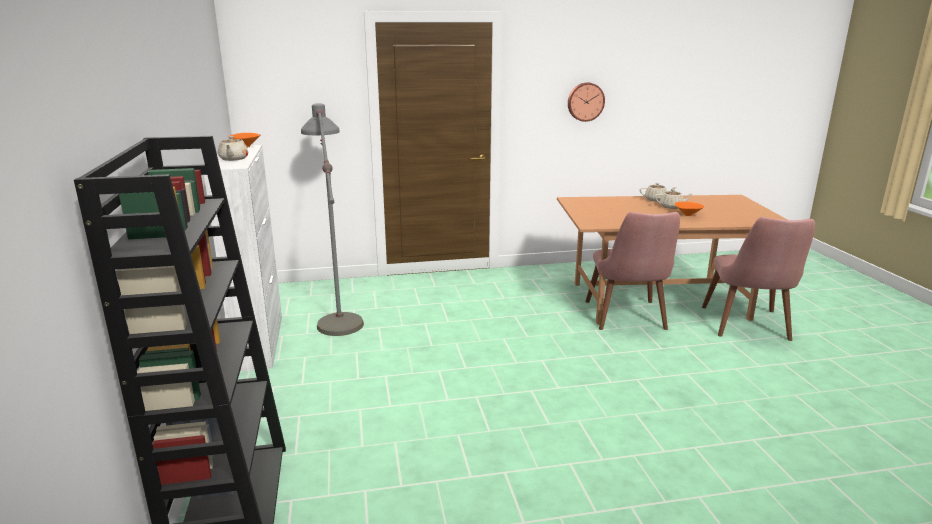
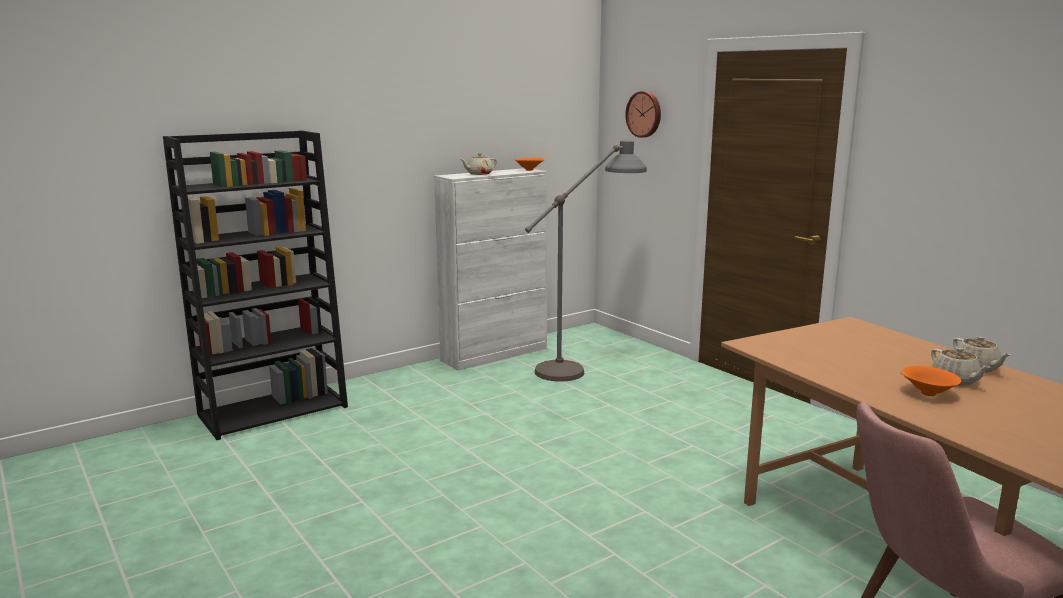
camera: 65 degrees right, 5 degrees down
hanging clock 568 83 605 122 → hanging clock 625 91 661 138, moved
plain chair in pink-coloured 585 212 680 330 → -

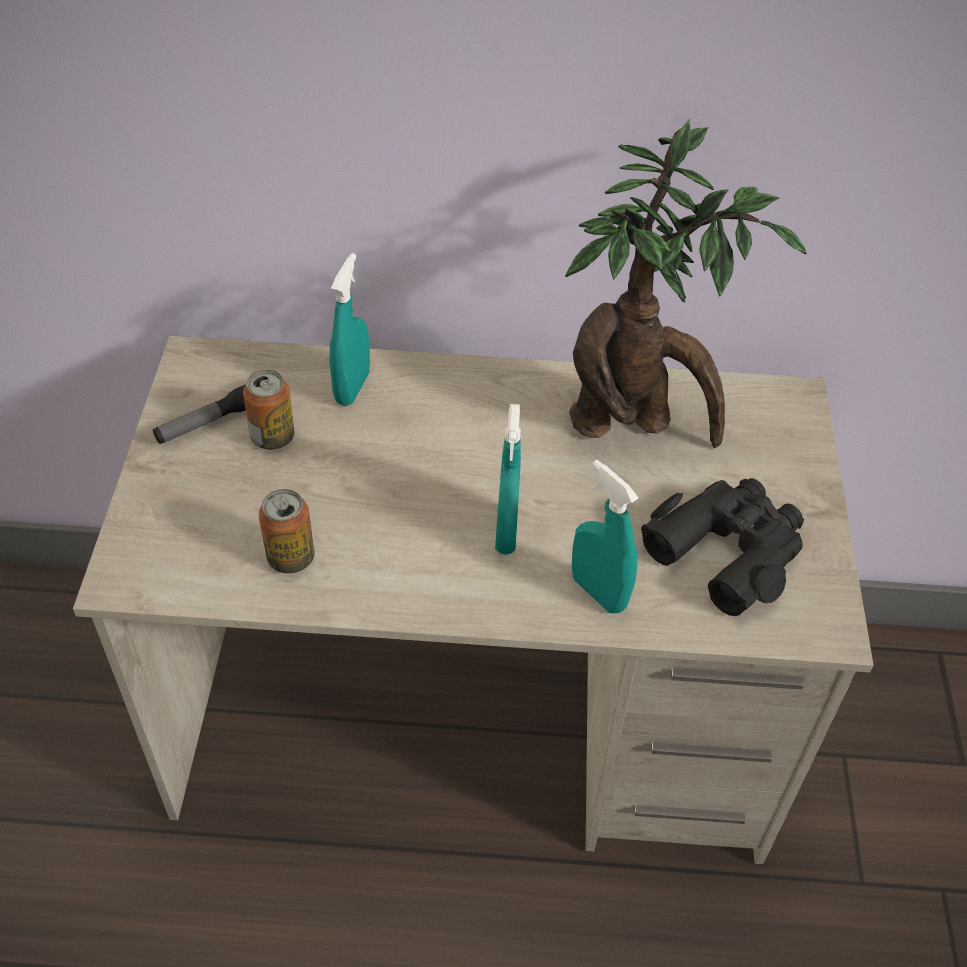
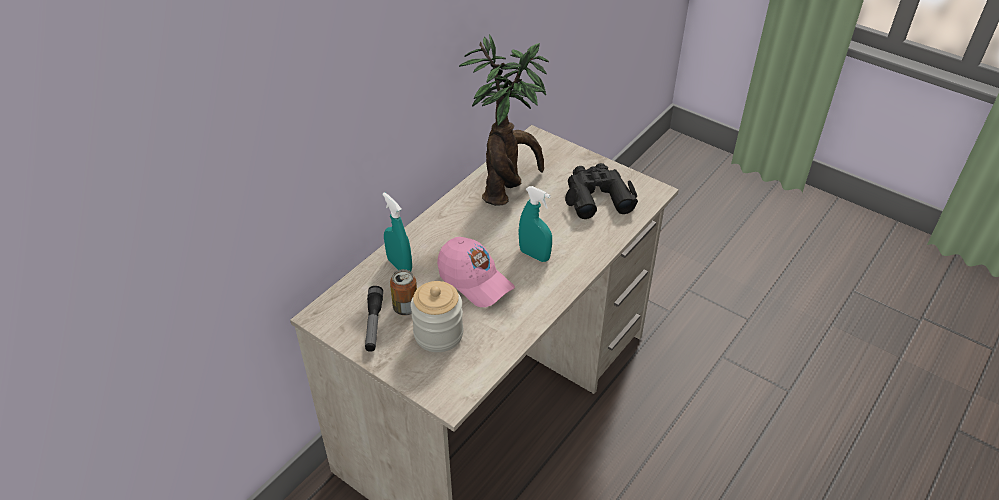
camera: 55 degrees left, 5 degrees down
metal can 259 489 315 573 → -
hand sprayer in turquoise 572 460 638 613 → -
- → jar 411 281 463 352
- → peaked cap in pink-coloured 437 237 515 307

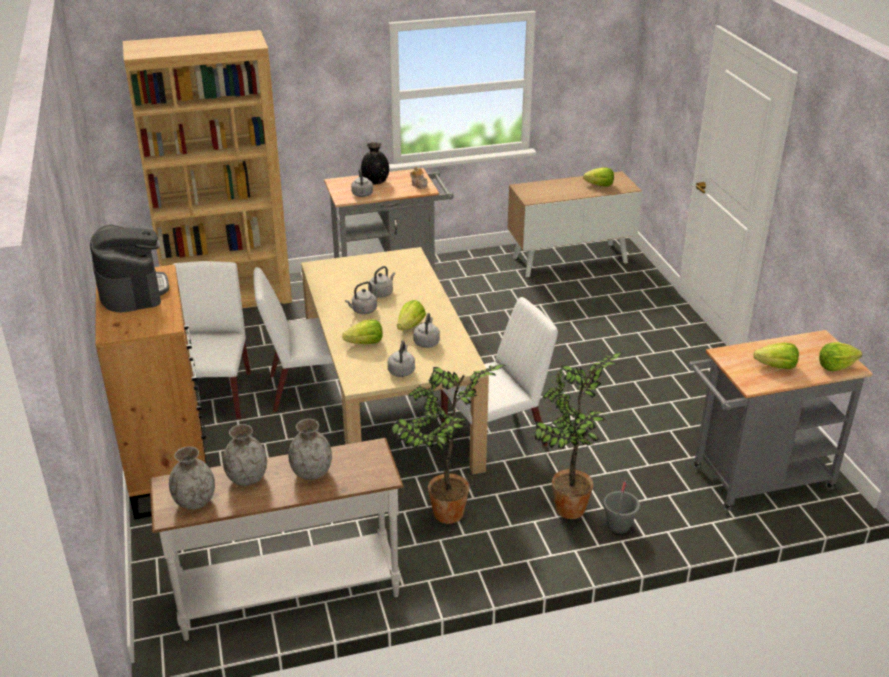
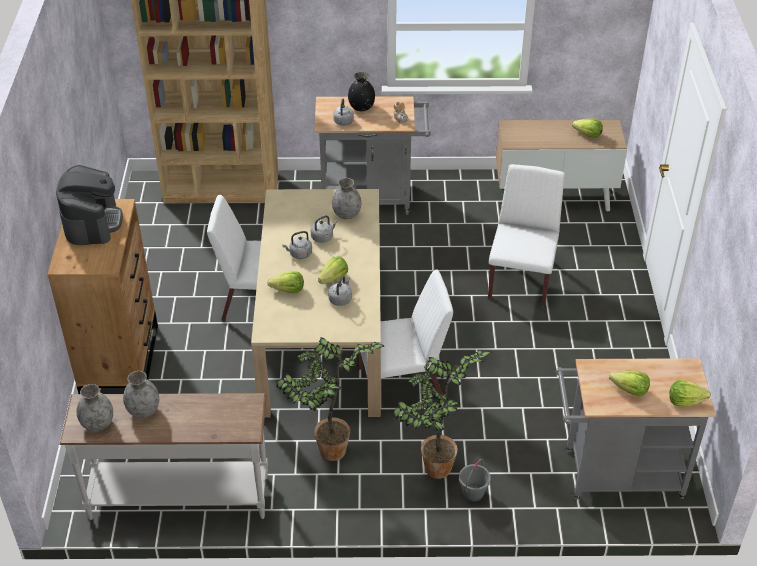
camera: 15 degrees right, 10 degrees up
plain chair in white 173 261 251 420 → plain chair in white 488 164 565 307, moved
vase in greyish 288 419 332 480 → vase in greyish 332 178 361 219, moved
kettle in greyish 388 341 415 377 → -

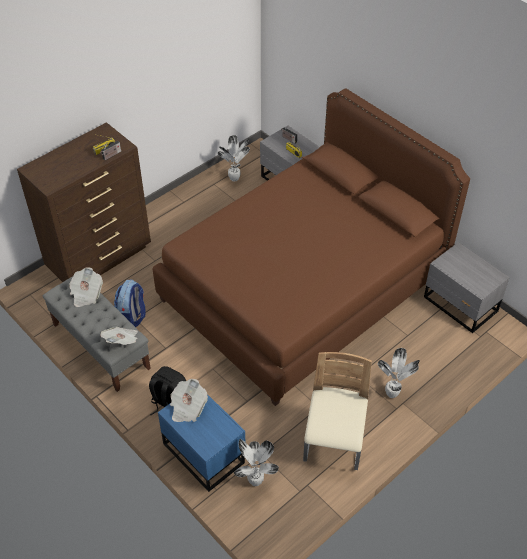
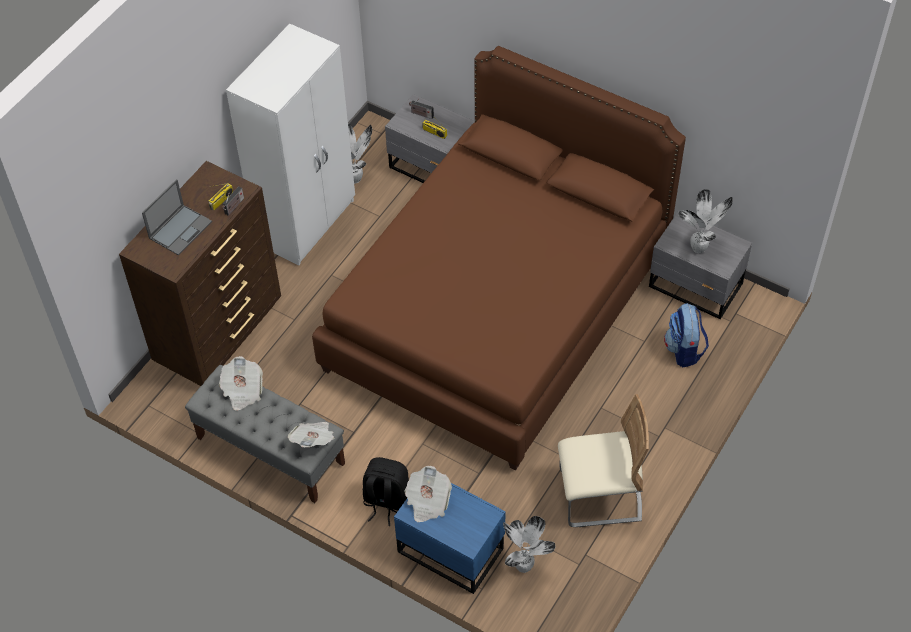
camera: 15 degrees left, 5 degrees up
knapsack 114 280 145 327 → knapsack 664 303 709 367, moved
plain chair in beige-coloured 303 352 372 470 → plain chair in beige-coloured 558 394 649 527, 90 degrees clockwise
potted plant 378 348 419 398 → potted plant 678 189 733 253, moved
- → laptop 142 179 212 255
- → clothes cupboard in white 226 24 355 266

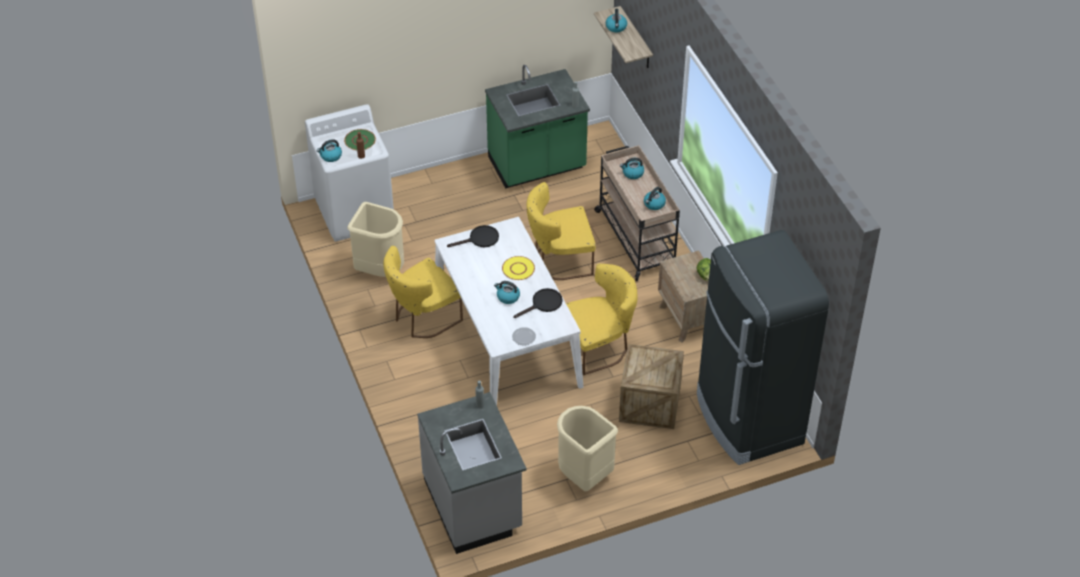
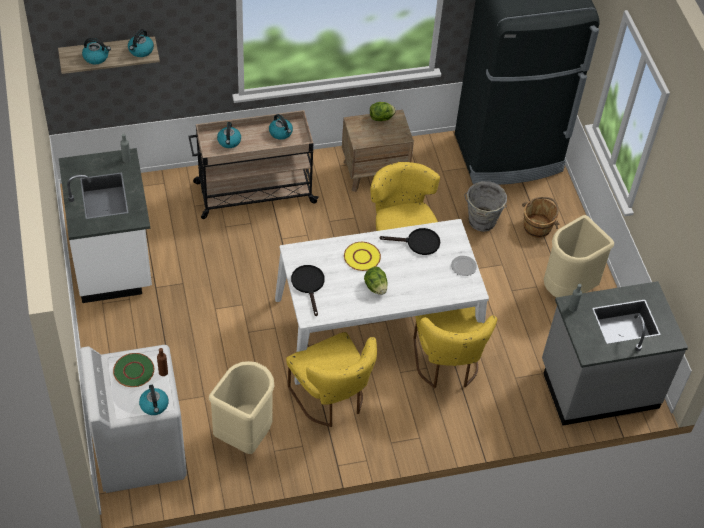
camera: 85 degrees left, 5 degrees up
kitchen counter in green 485 65 590 188 → kitchen counter in white 59 148 152 303
kettle 494 281 520 304 → kettle 128 29 154 57, moved
frying pan in blackish 513 288 562 318 → frying pan in blackish 379 228 440 255, 120 degrees clockwise
plain chair in yellow-coloured 527 182 596 280 → plain chair in yellow-coloured 413 307 497 388, moved
crate 619 344 684 429 → water bucket in greyish 464 181 507 232
- → lettuce head 364 267 388 295
- → water bucket in brown-coloured 522 197 559 238

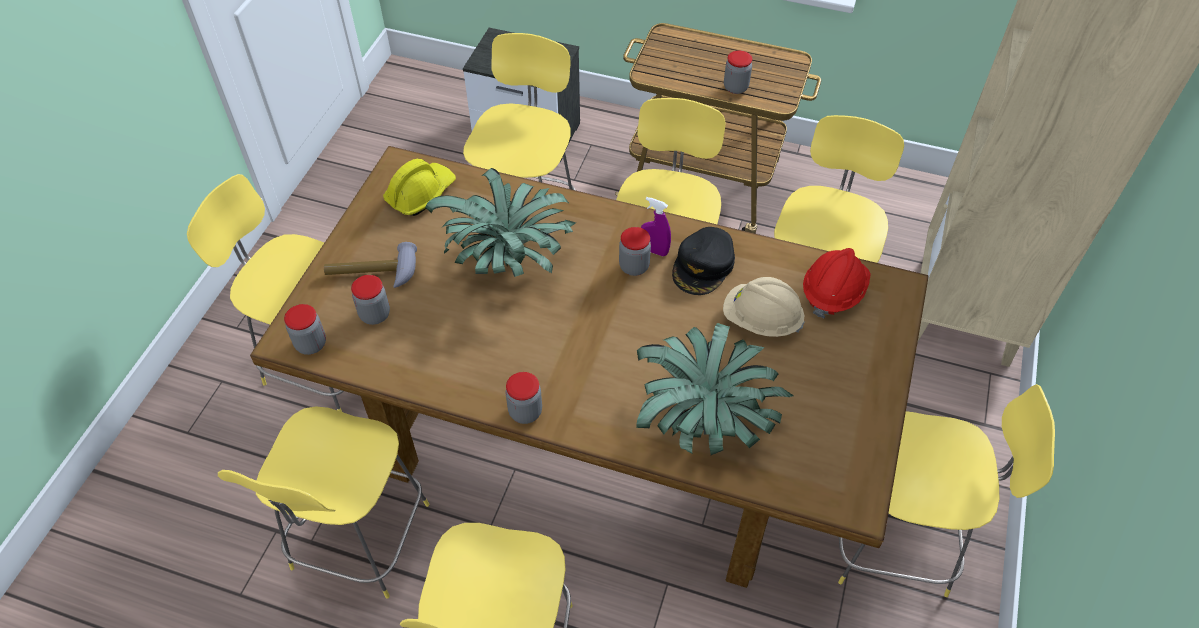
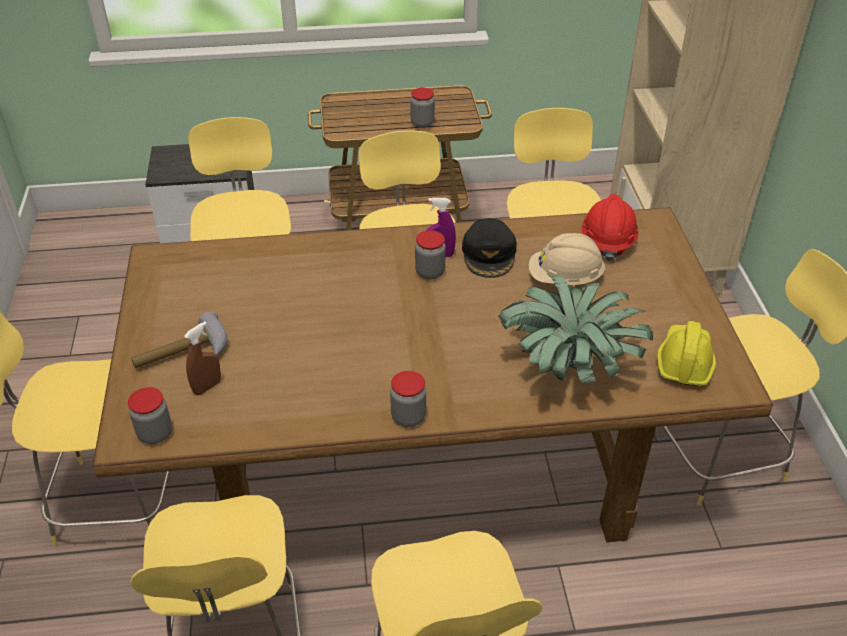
camera: 25 degrees left, 10 degrees down
jar 351 275 390 325 → hand sprayer in brown-coloured 184 321 221 395
safety helmet in yellow-coloured 383 159 456 216 → safety helmet in yellow-coloured 657 321 716 386, moved
potted plant 425 168 576 277 → -

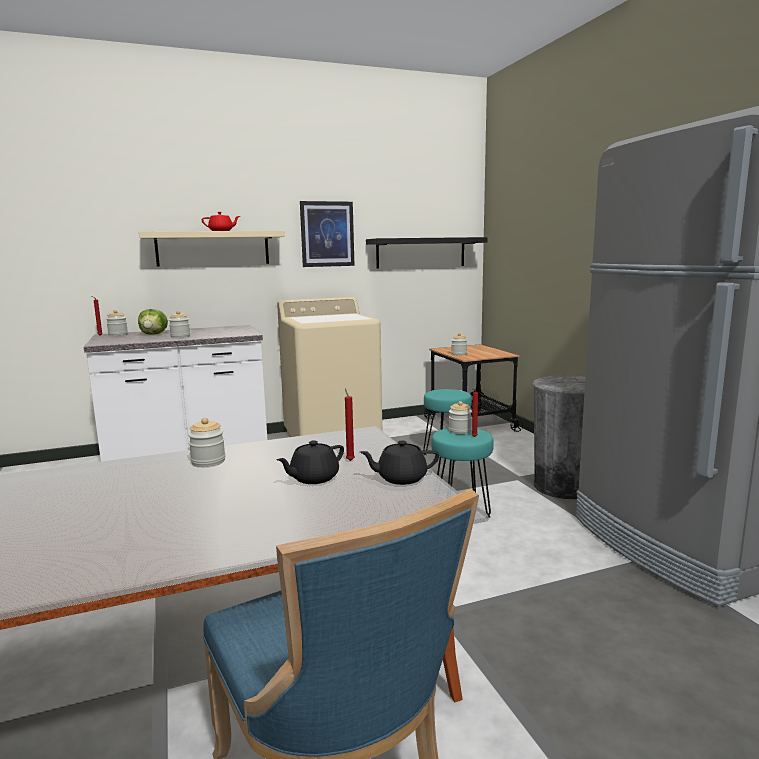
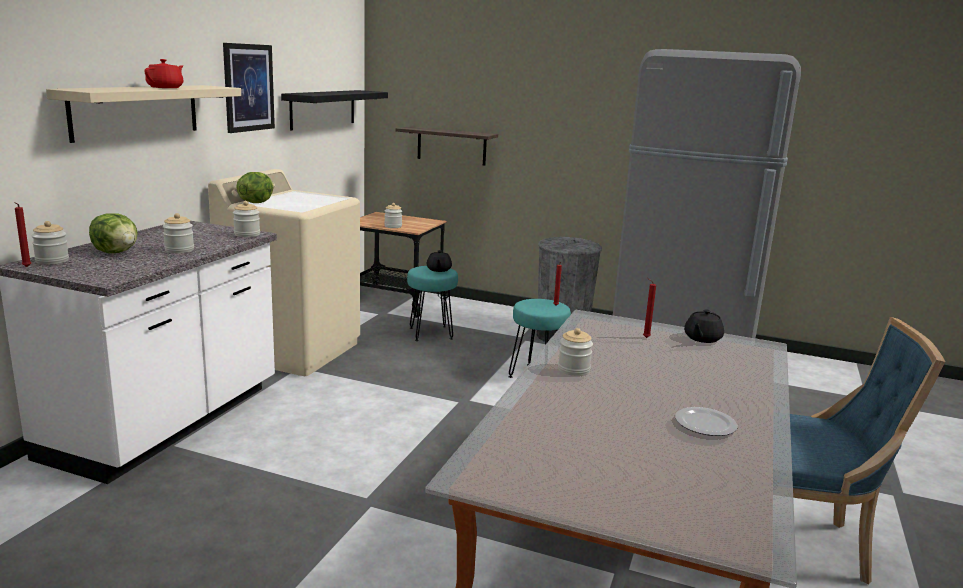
camera: 50 degrees left, 5 degrees up
pot for tea in blackish 277 441 344 484 → pot for tea in blackish 427 250 452 272, moved
jar 449 401 472 434 → jar 233 201 260 237, moved
- → lettuce head 236 172 274 203
- → bracket shelf 396 126 498 166
- → flat dish 675 407 738 436

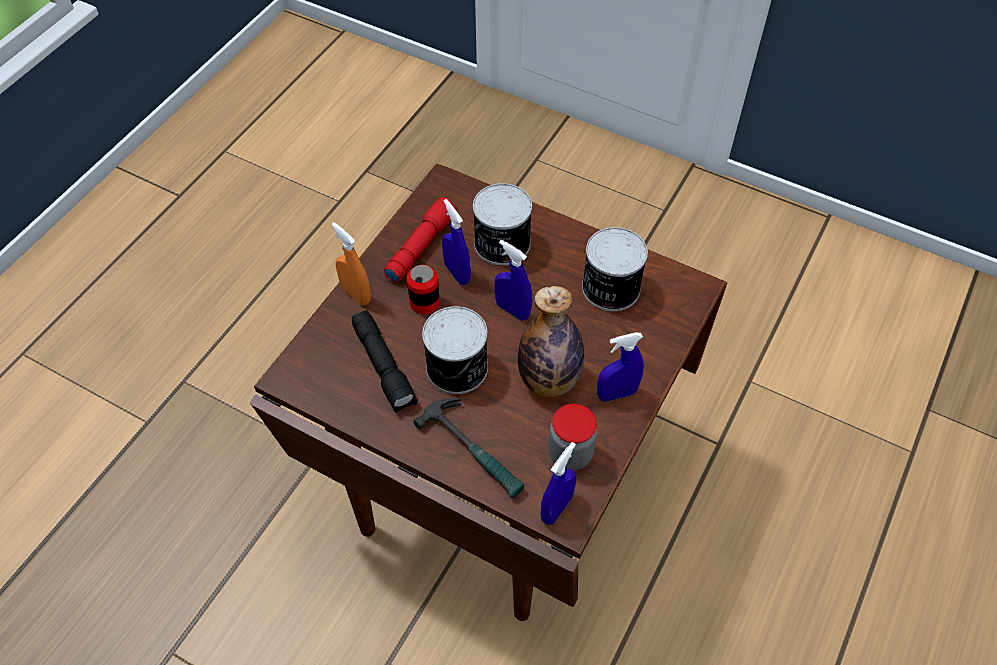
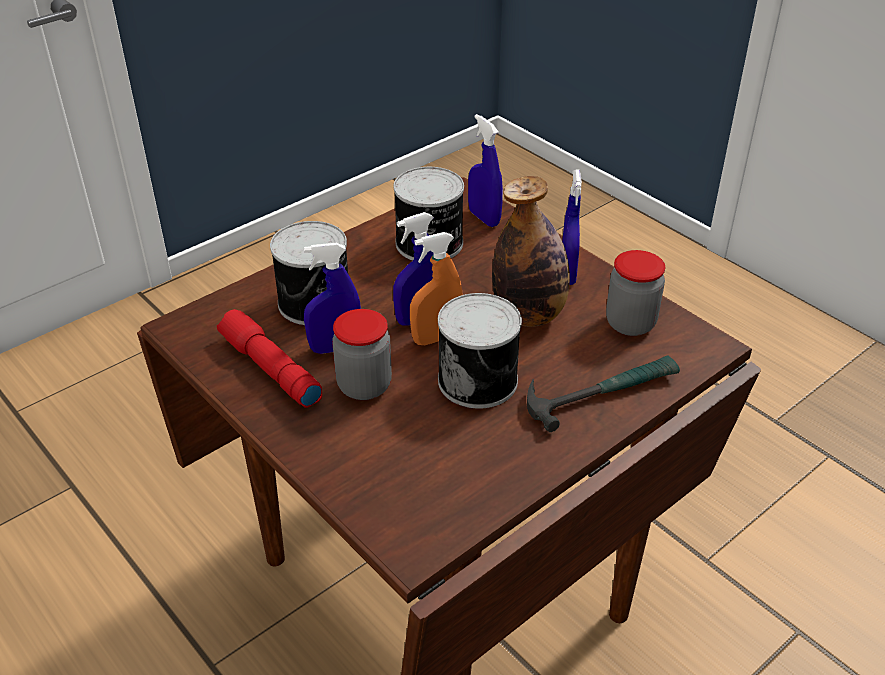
camera: 70 degrees left, 15 degrees down
hand sprayer in orangey 331 222 371 305 → hand sprayer in orangey 410 232 462 345, moved
flashlight in blackish 352 310 418 413 → -
metal can 407 265 440 314 → jar 332 309 392 400
hand sprayer in blue 540 442 576 525 → hand sprayer in blue 468 114 503 227, moved

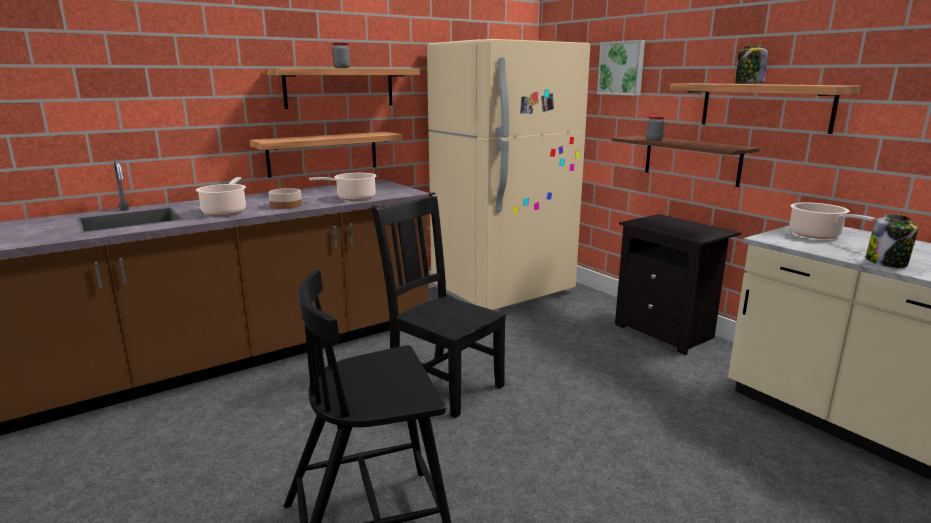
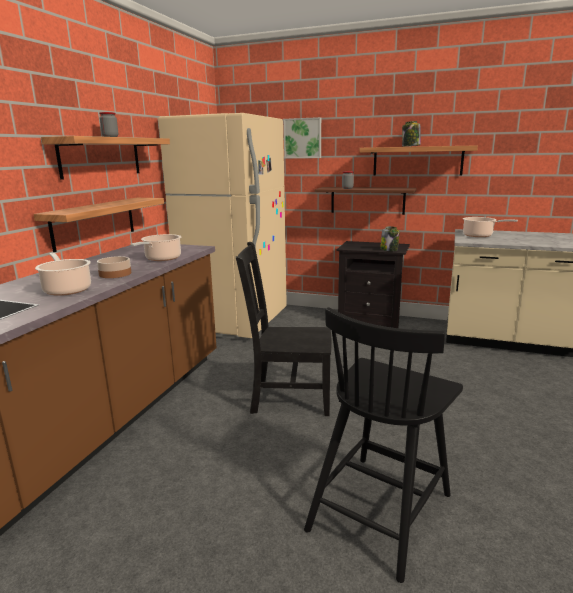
camera: 35 degrees left, 0 degrees up
jar 866 214 918 268 → jar 380 226 400 251, moved

